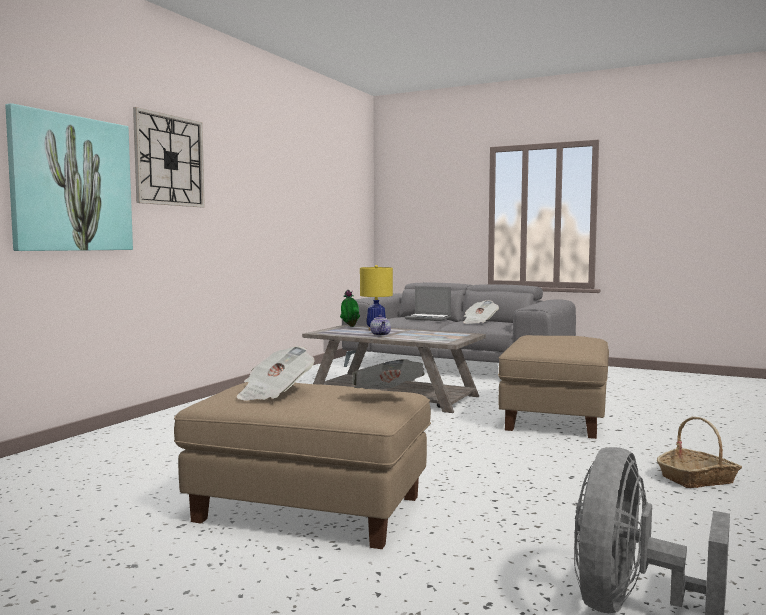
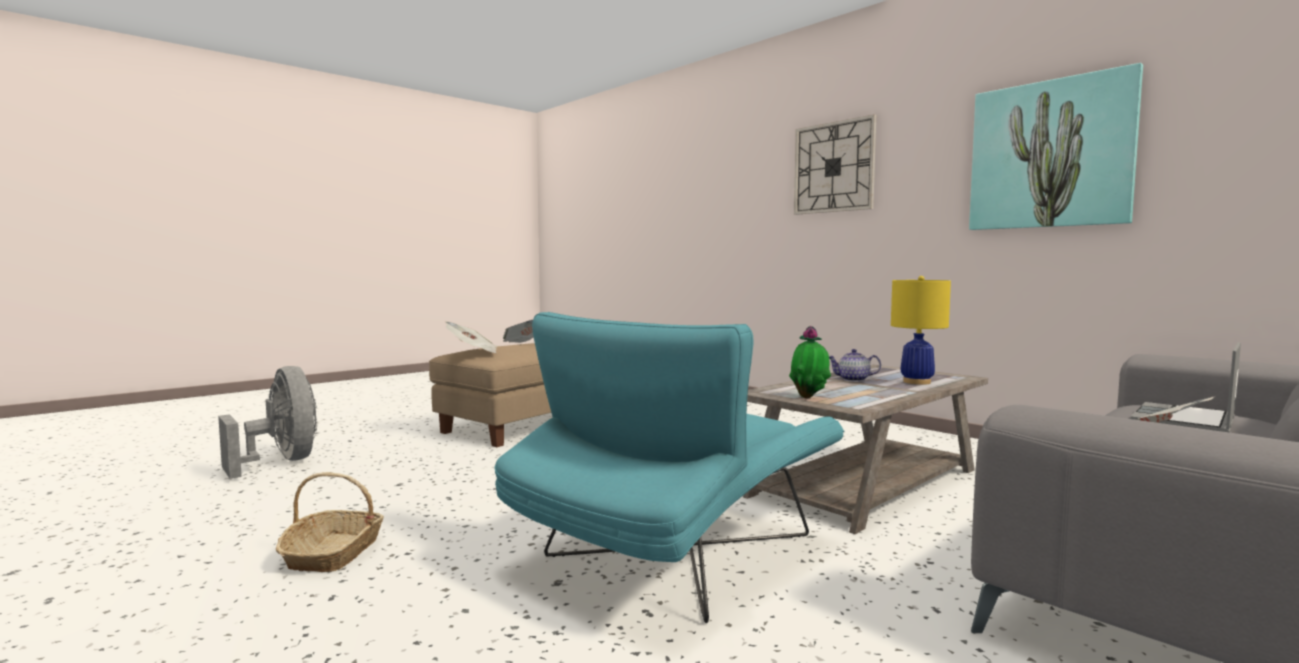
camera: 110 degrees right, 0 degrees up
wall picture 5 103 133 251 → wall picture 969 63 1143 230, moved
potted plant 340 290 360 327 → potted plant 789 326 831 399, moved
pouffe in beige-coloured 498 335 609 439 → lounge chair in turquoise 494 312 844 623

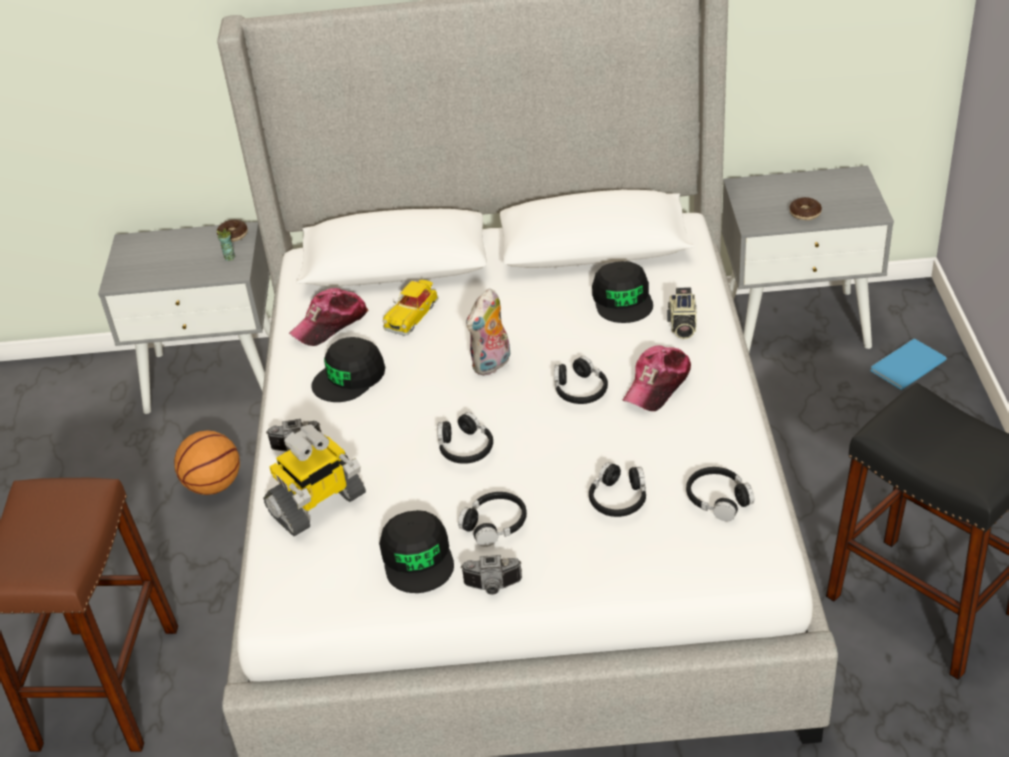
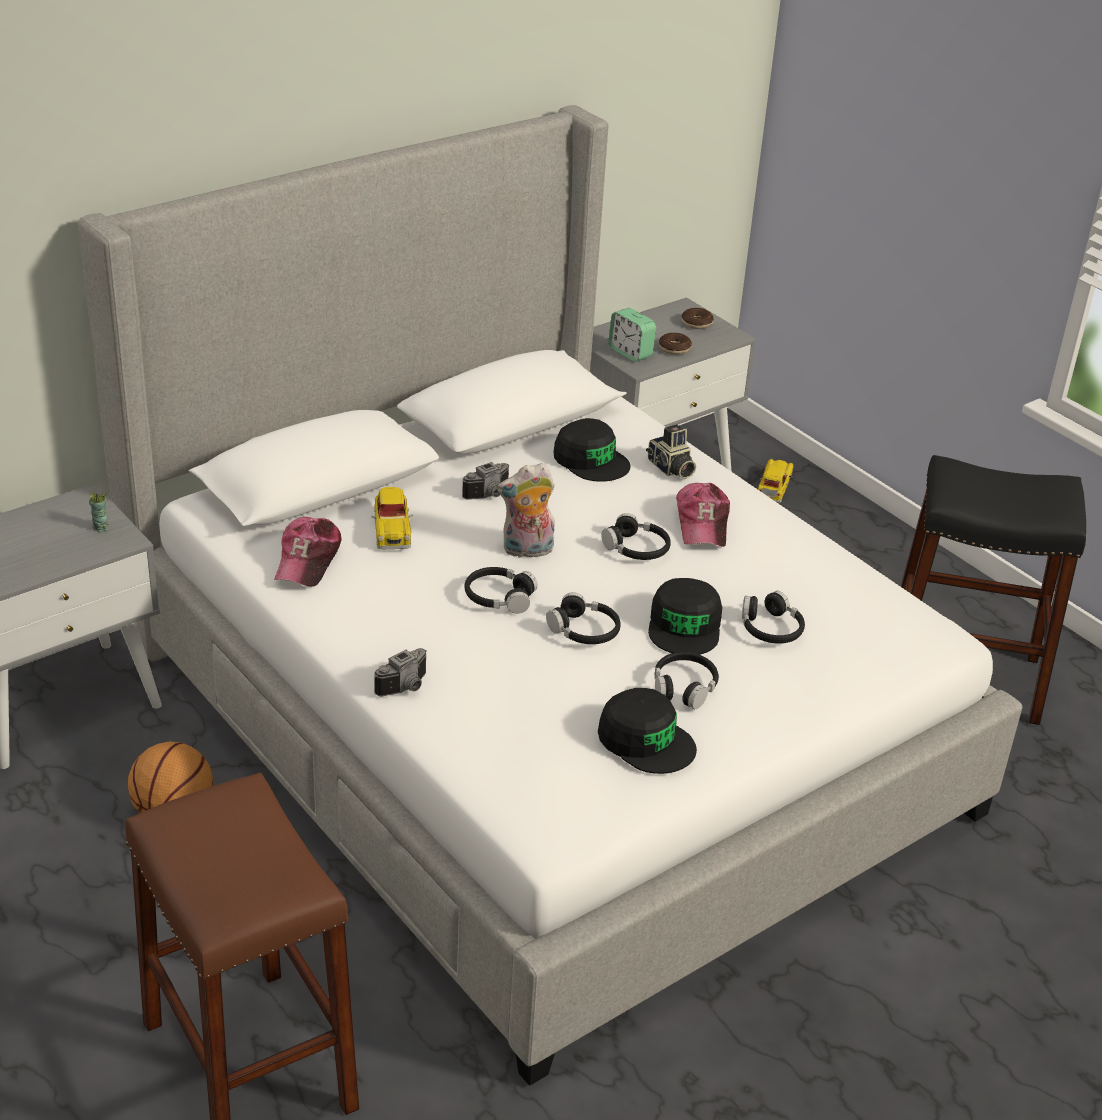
camera: 40 degrees left, 5 degrees down
donut 217 220 248 242 → donut 681 308 714 329, moved
robot figure 263 424 366 536 → -
peaked cap in blackish 312 337 385 402 → peaked cap in blackish 648 578 722 655, moved
photo camera 460 555 522 595 → photo camera 462 462 509 500, moved
soft toy 466 288 510 376 → soft toy 497 463 555 560, 75 degrees clockwise
headphones in blackish 686 467 754 521 → headphones in blackish 465 567 538 614, moved
bound book in blue 870 339 947 390 → miniature car 758 459 794 503
- → alarm clock 609 308 656 362

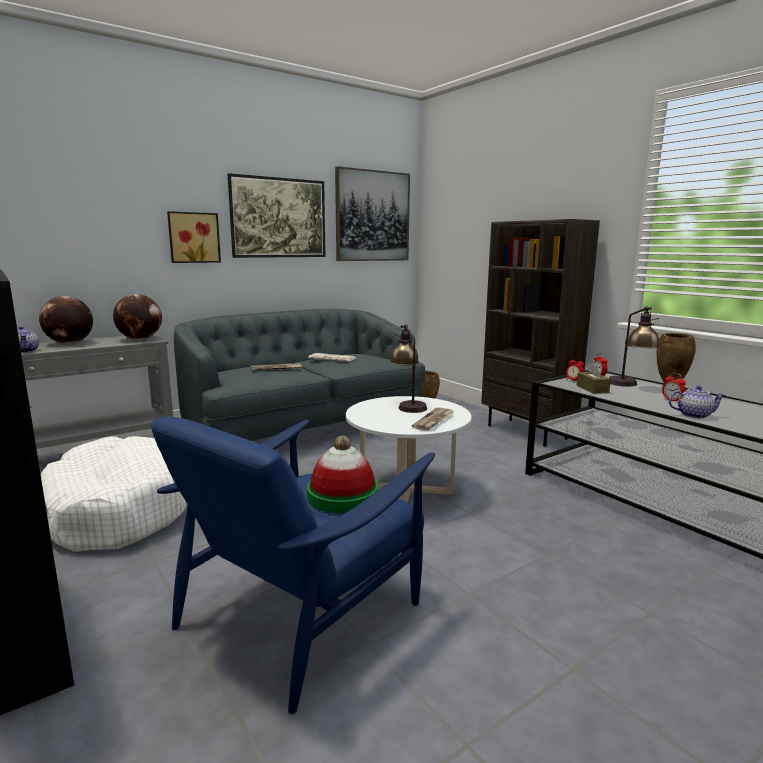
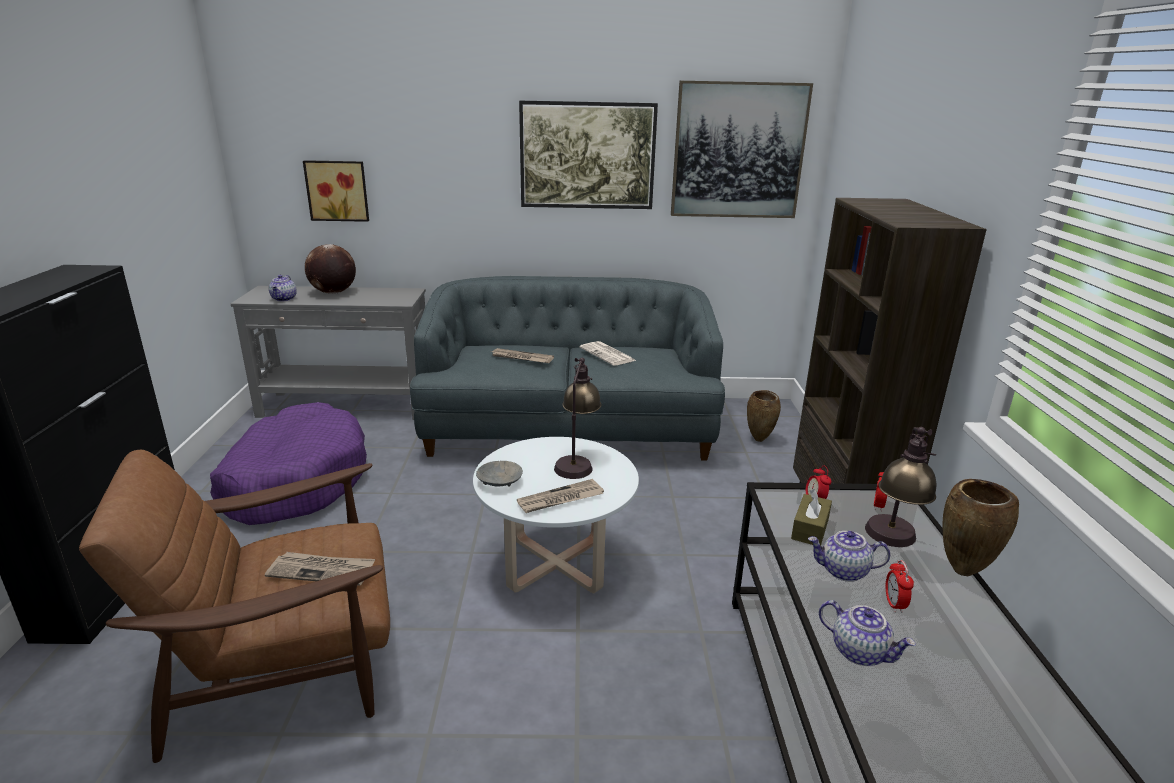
camera: 35 degrees right, 10 degrees up
dog cushion in white 41 436 187 552 → dog cushion in purple 210 402 367 525
desk globe 113 294 162 340 → -
lounge chair in blue 151 416 435 714 → lounge chair in brown-coloured 79 450 390 763
wall picture 167 211 221 263 → wall picture 303 160 369 222, moved
hat 307 435 379 513 → daily paper 265 552 375 586
- → bowl in greyish 476 461 523 487
- → pot for tea 808 531 890 582

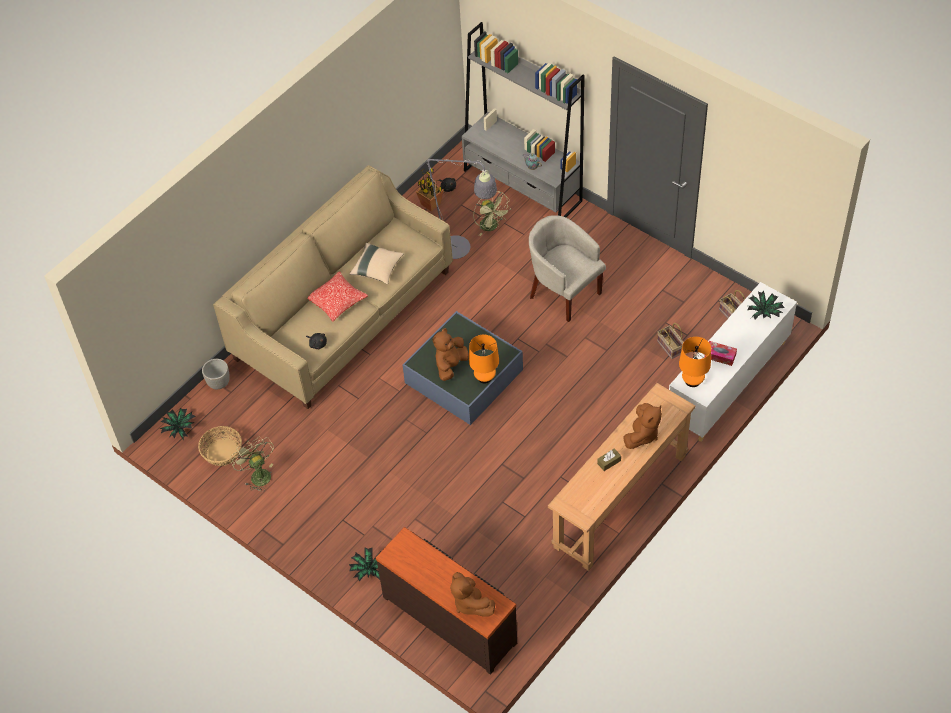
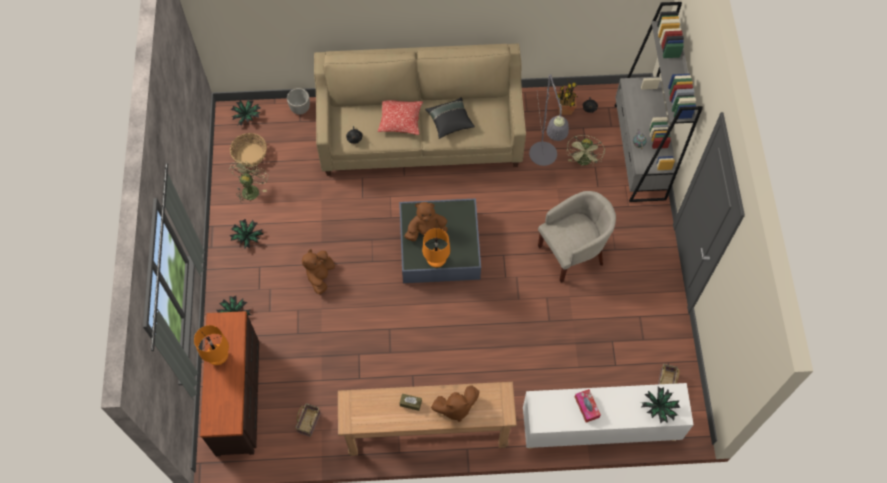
camera: 45 degrees right, 10 degrees up
cushion in beige-coloured 349 243 404 284 → cushion in blackish 425 97 475 139
soft toy in brown-coloured 450 572 495 617 → soft toy in brown-coloured 302 249 335 294, moved
lounge chair in beige-coloured 529 215 606 322 → lounge chair in beige-coloured 538 191 616 283, 60 degrees clockwise
storage basket 657 323 684 359 → storage basket 295 403 320 437, moved
lamp for a table in orangey 679 337 711 387 → lamp for a table in orangey 194 325 229 365, moved
- → potted plant 229 219 263 249

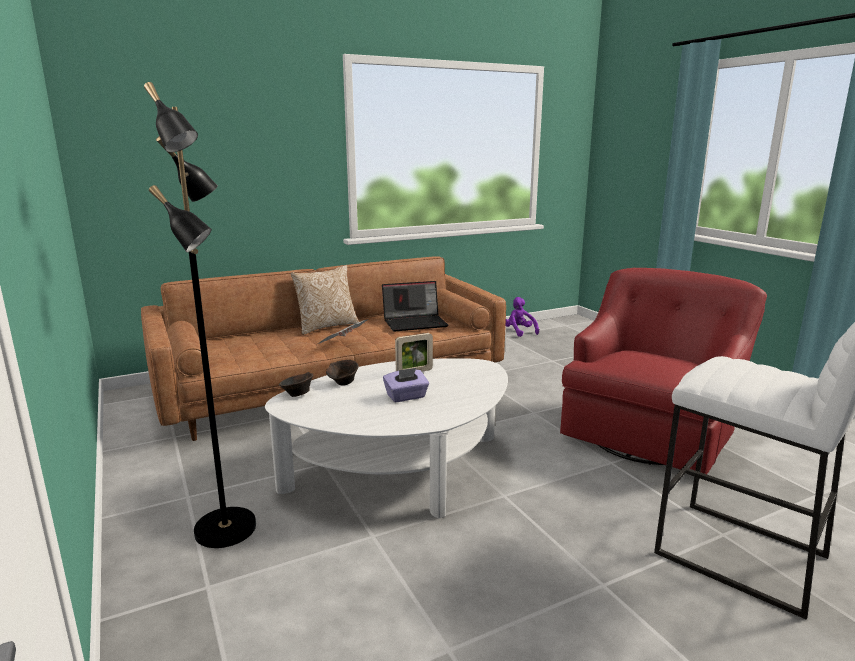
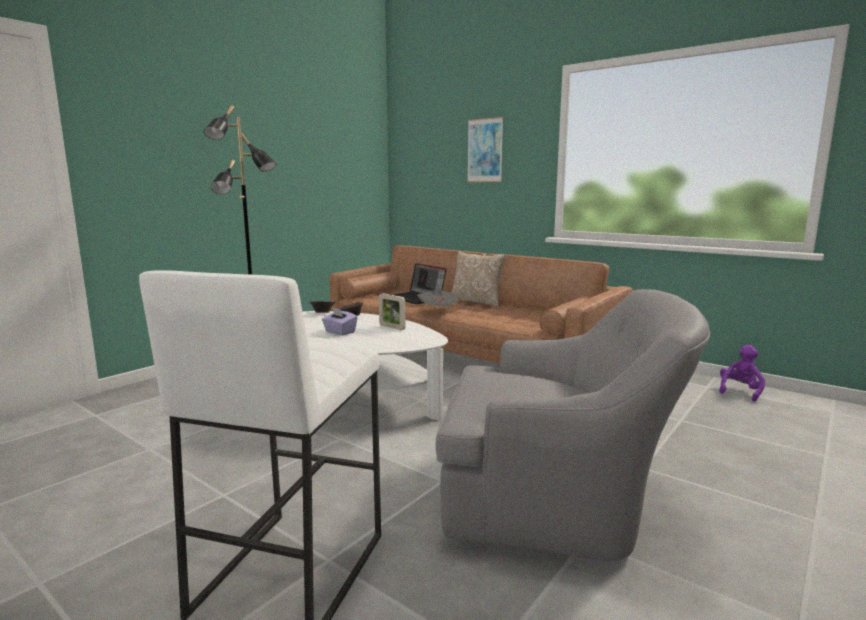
camera: 65 degrees right, 5 degrees down
laptop 382 281 448 332 → laptop 393 263 447 304, moved
lounge chair in red-coloured 560 268 767 474 → lounge chair in greyish 436 289 710 561
- → wall picture 467 117 503 182

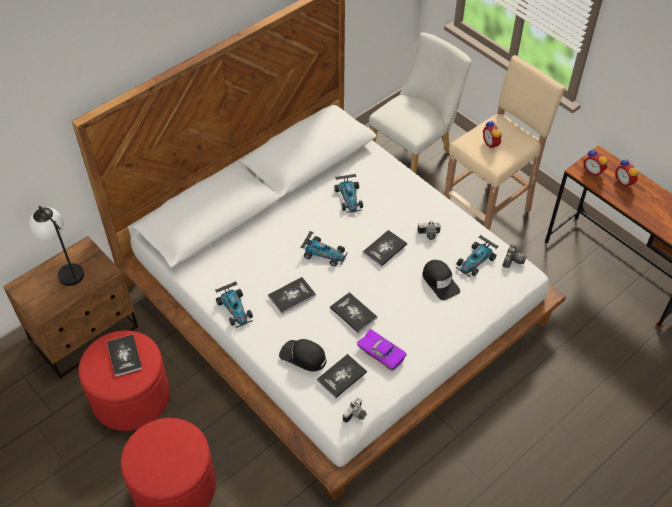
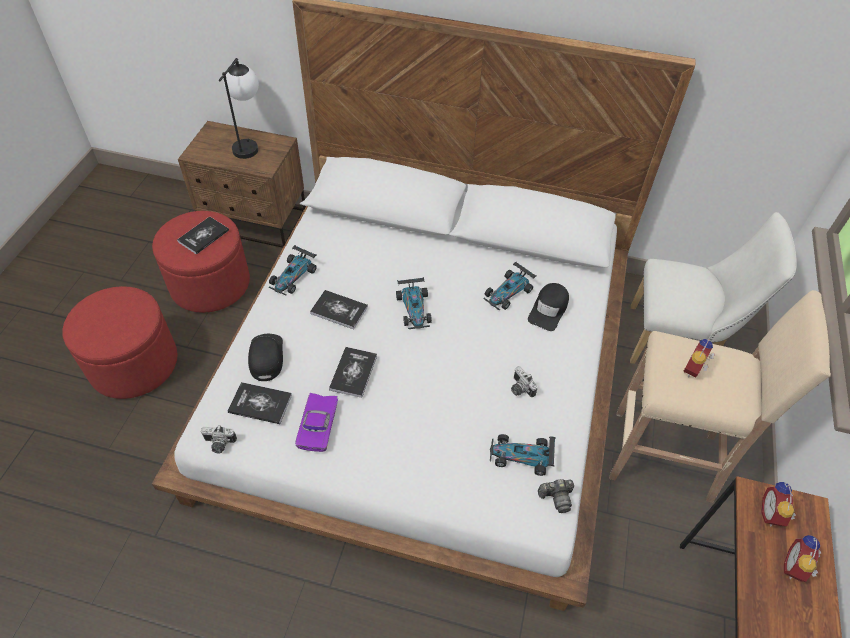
camera: 55 degrees right, 0 degrees up
bound book 363 230 407 267 → -
peaked cap in blackish 423 260 460 300 → peaked cap in blackish 528 283 569 331, moved

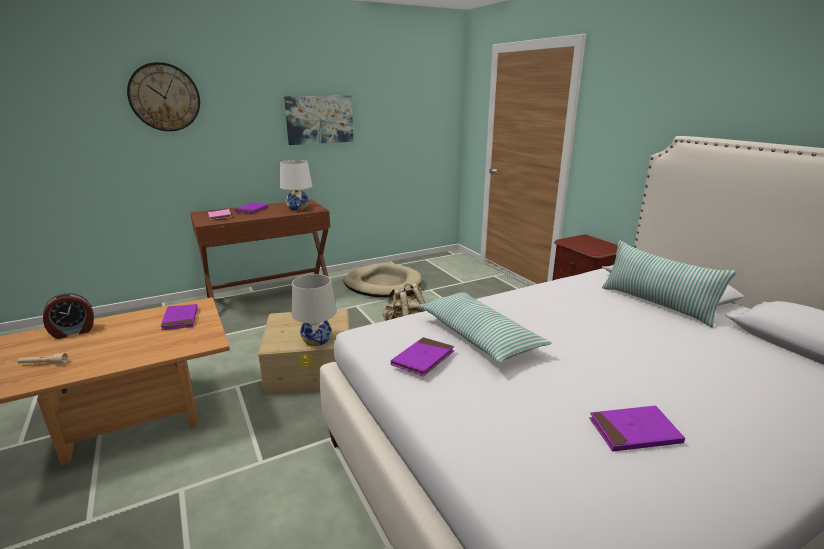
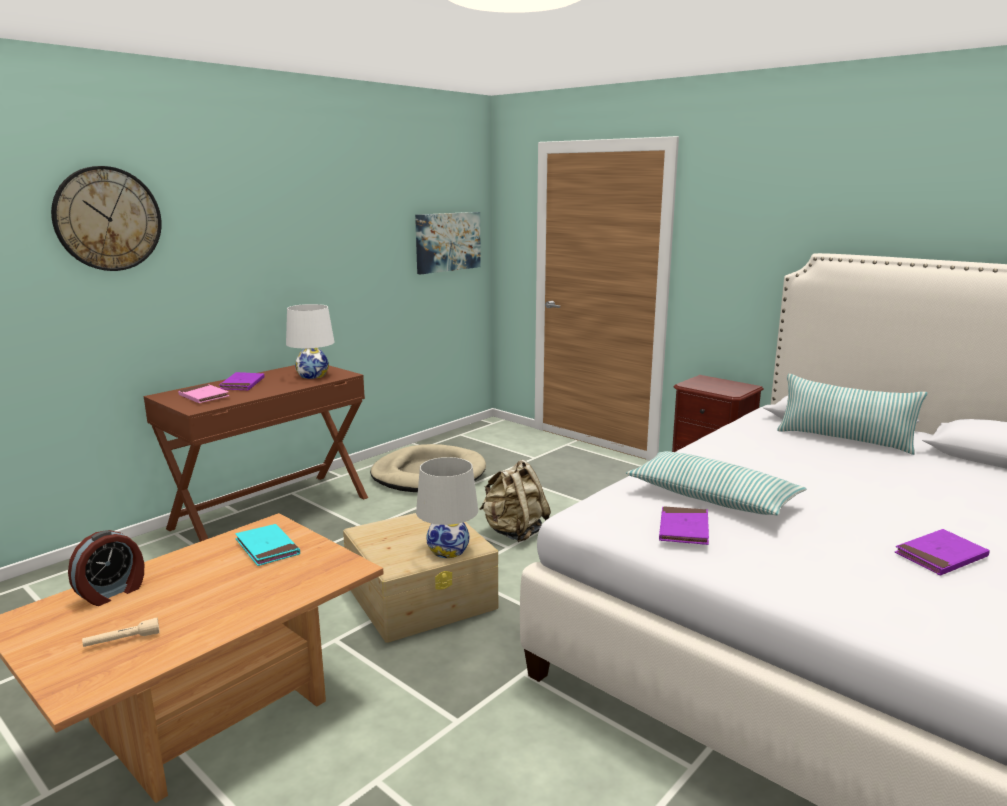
camera: 20 degrees left, 5 degrees down
bound book in purple 160 304 198 330 → bound book in turquoise 235 524 300 566
wall picture 284 96 354 145 → wall picture 415 212 481 274, moved

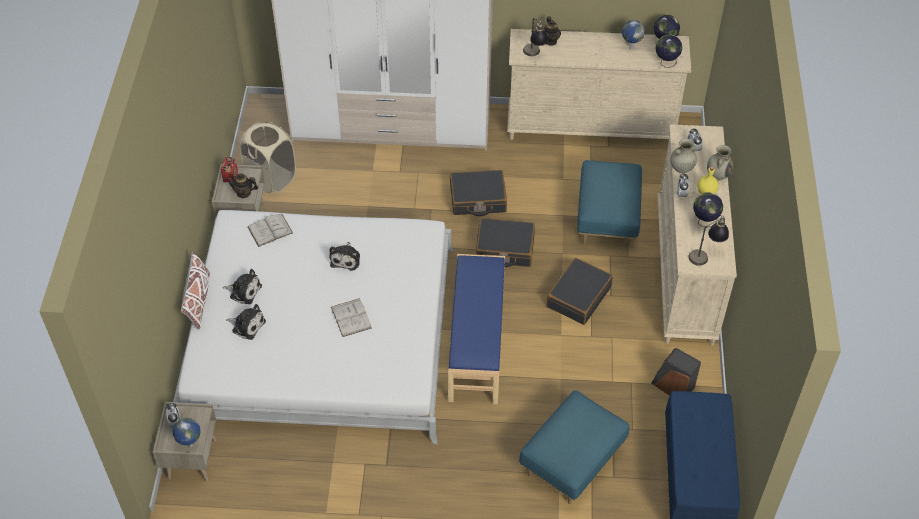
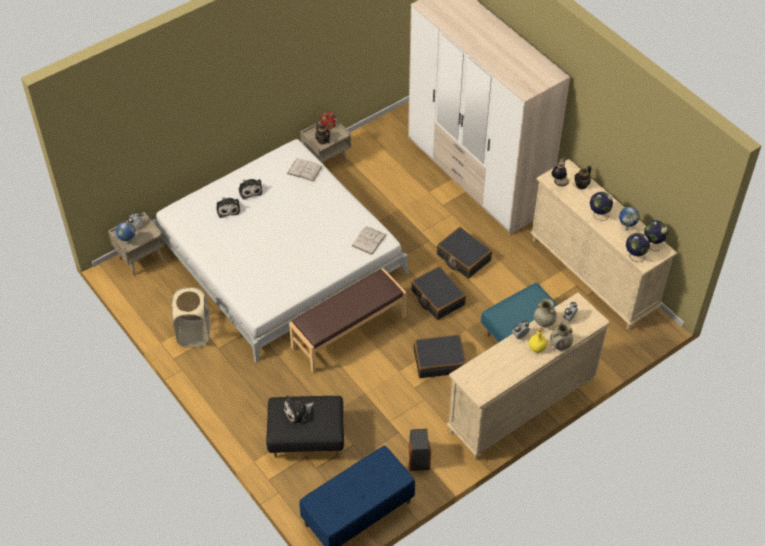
camera: 50 degrees right, 0 degrees up
cushion in white 181 252 211 330 → -
washing basket in beige-coloured 240 122 296 193 → washing basket in beige-coloured 171 287 210 348, moved
soft toy 329 242 360 271 → soft toy 283 395 314 424, moved
bound book in white 331 298 372 337 → bound book in white 352 226 386 255, moved
bench in blue 448 254 505 404 → bench in brown-coloured 289 268 406 373
pouffe in blue 519 390 629 504 → pouffe in blackish 266 396 344 458
lamp for a table 688 215 729 266 → -
desk globe 693 192 723 228 → desk globe 590 191 613 221, moved

